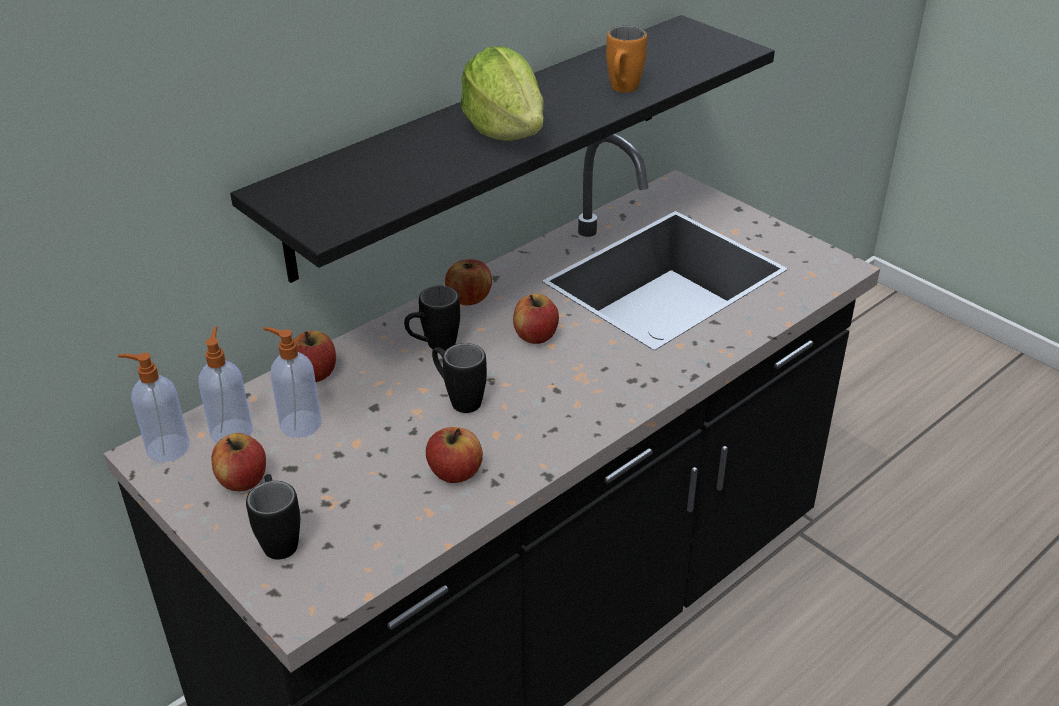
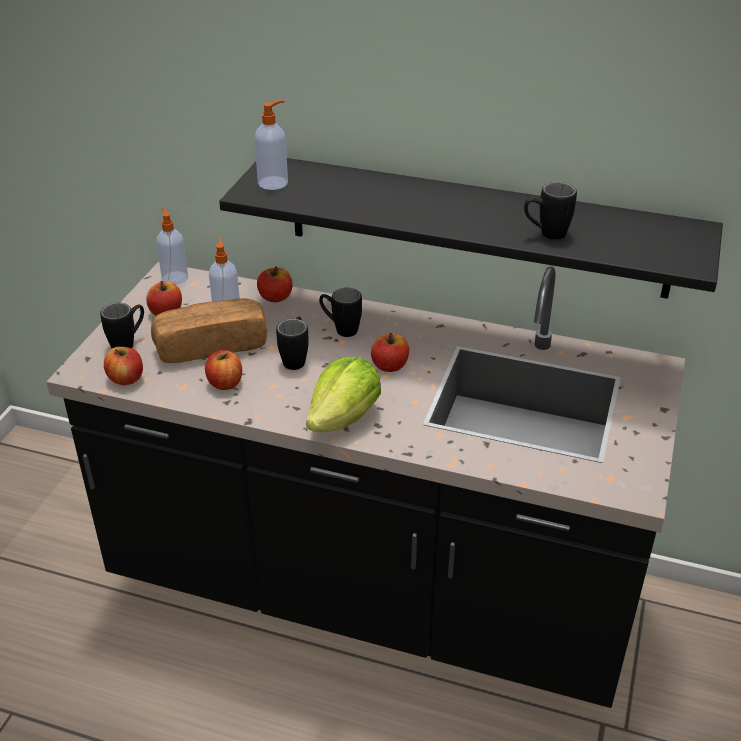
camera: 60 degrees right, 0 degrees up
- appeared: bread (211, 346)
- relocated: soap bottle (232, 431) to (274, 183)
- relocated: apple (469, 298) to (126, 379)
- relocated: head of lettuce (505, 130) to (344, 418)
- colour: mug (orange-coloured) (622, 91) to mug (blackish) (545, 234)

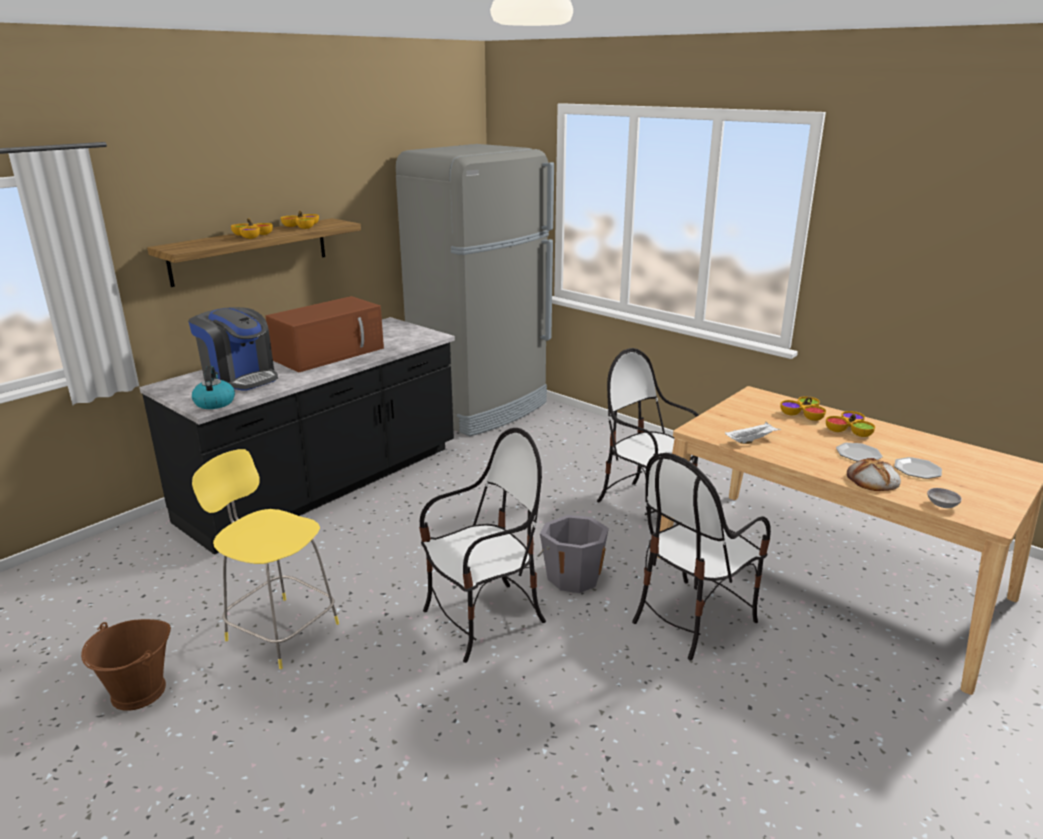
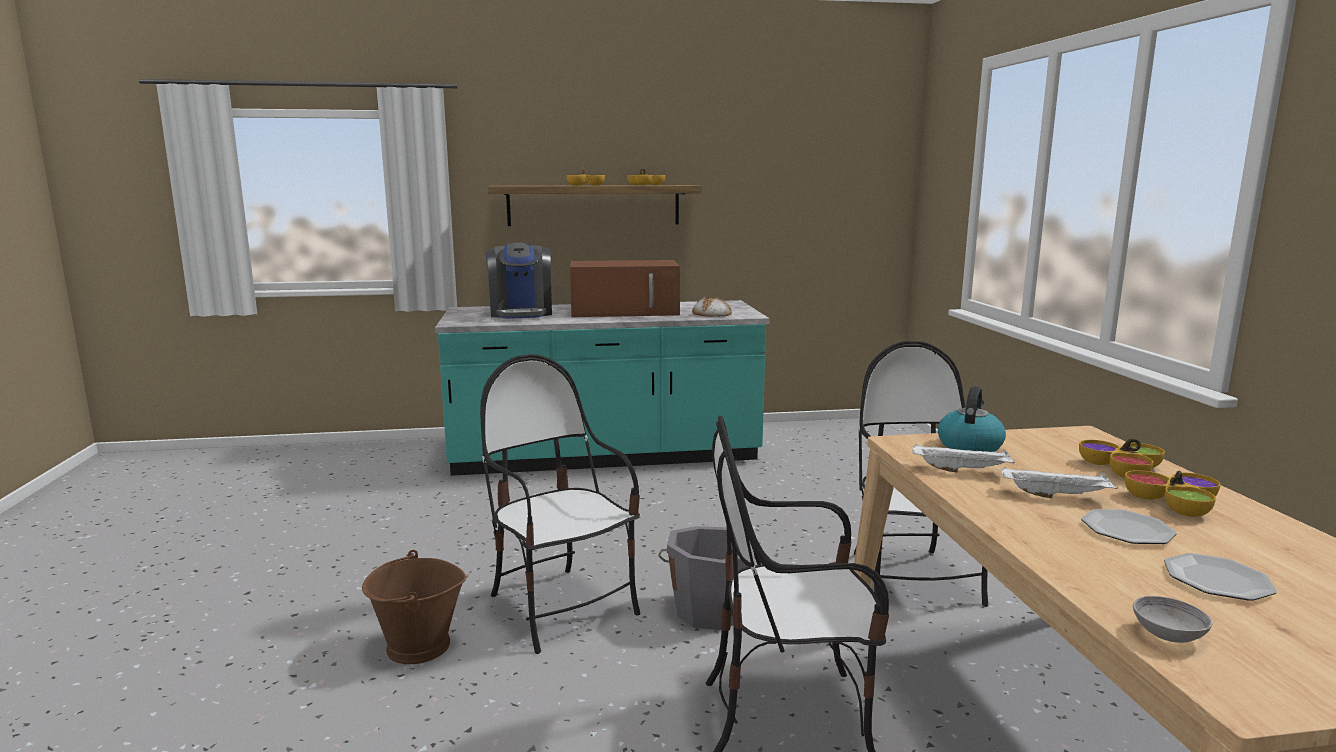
camera: 40 degrees right, 10 degrees down
- missing: stool (yellow-coloured) (280, 630)
- missing: fridge (gray) (482, 408)
- appeared: carrying tray (white) (1056, 495)
- relocated: water bucket (brownish) (138, 692) to (418, 647)
- relocated: tea kettle (214, 402) to (969, 445)
- relocated: bread (872, 480) to (711, 314)
- colour: kitchen base unit (blackish) (325, 485) to kitchen base unit (blue-green) (605, 455)
- spun: chair (484, 620) = (561, 607) 135 degrees counterclockwise

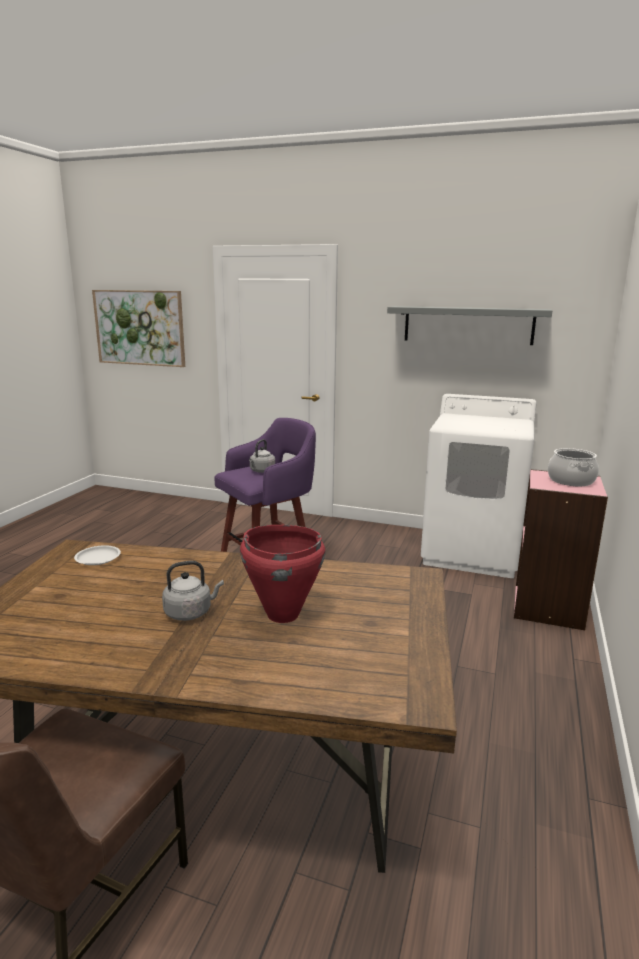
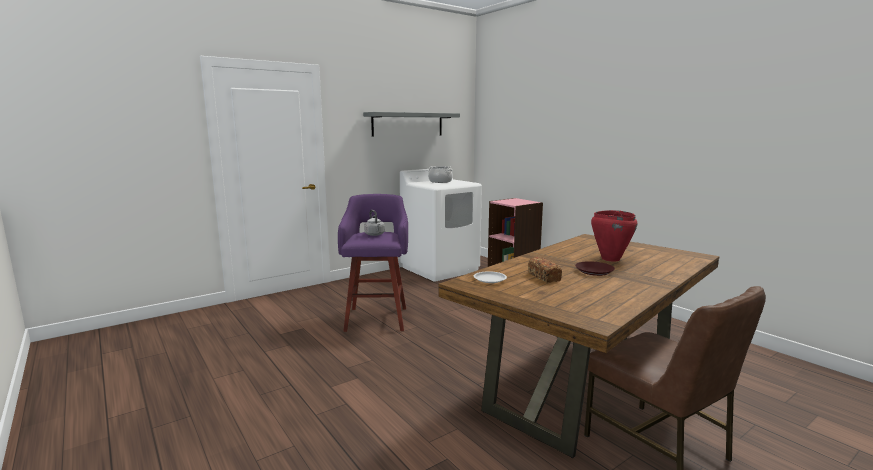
camera: 55 degrees left, 5 degrees down
- missing: picture (140, 328)
- appeared: bread (544, 277)
- relocated: saucepot (570, 480) to (440, 181)
- exchanged: tea kettle (gray) (190, 612) to plate (brownish) (594, 271)

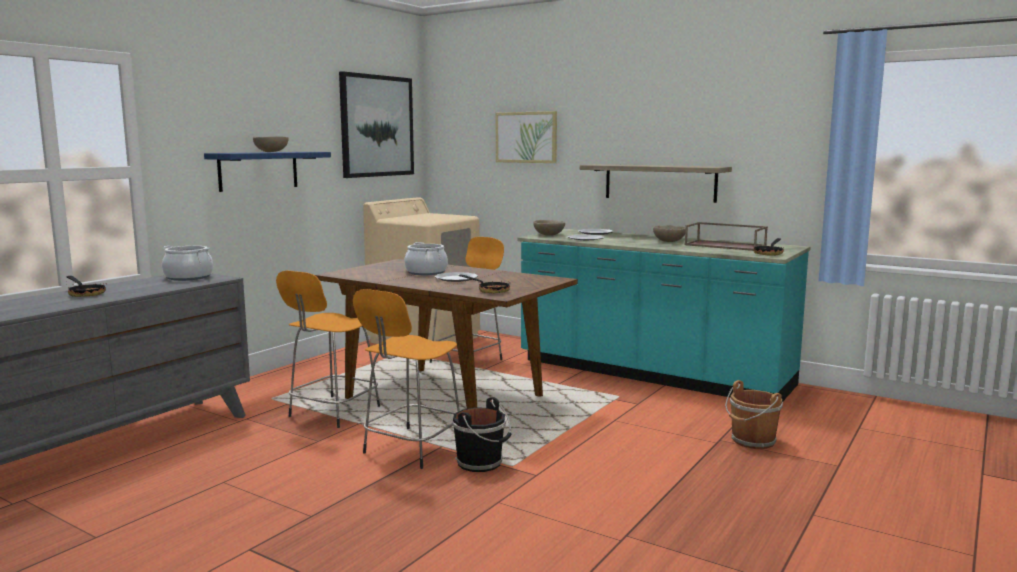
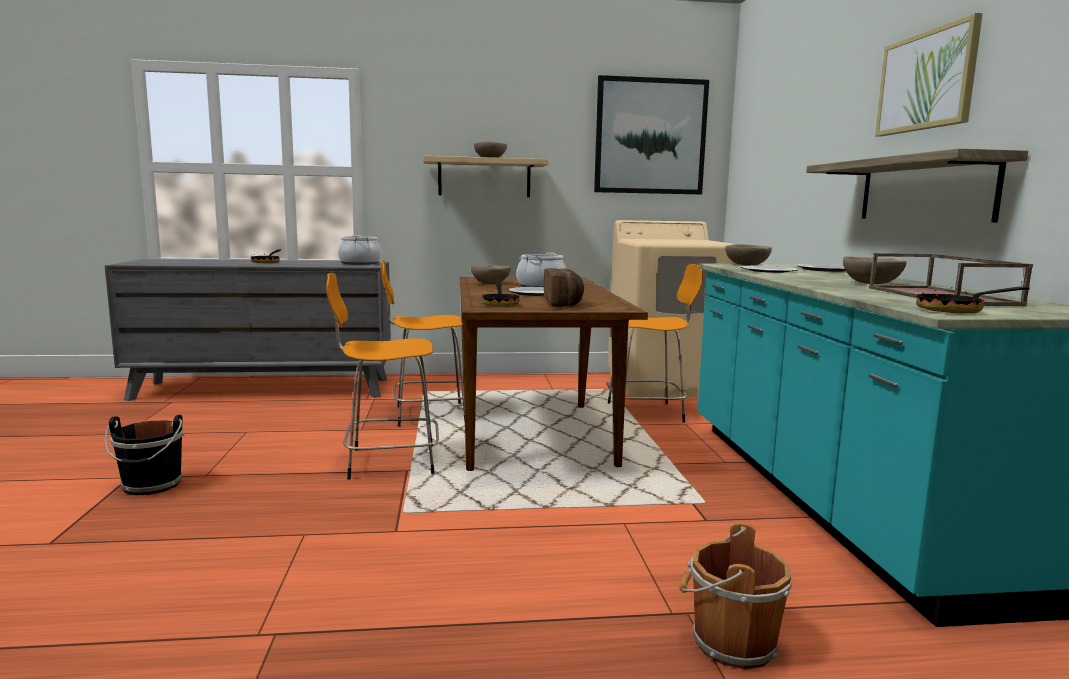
camera: 50 degrees right, 0 degrees up
- appeared: serving bowl (beige-coloured) (491, 284)
- appeared: bread (564, 303)
- relocated: water bucket (blackish) (481, 463) to (151, 485)
- relocated: picture (526, 137) to (926, 81)
- colour: wall shelf (blue-coloured) (258, 170) to wall shelf (beige-coloured) (484, 178)

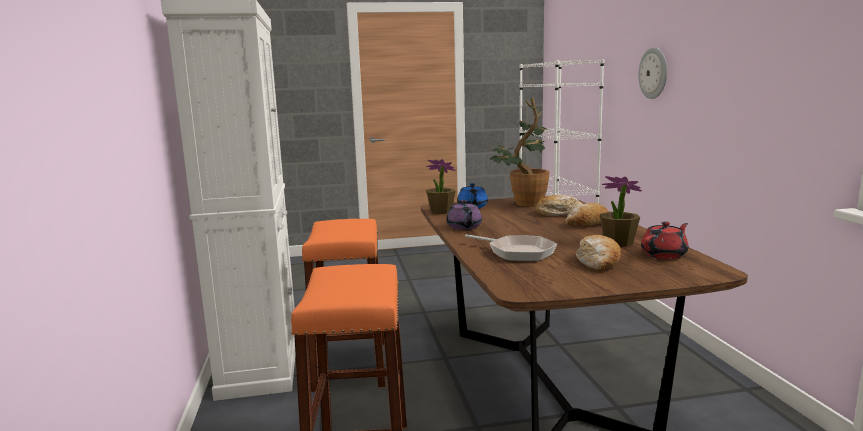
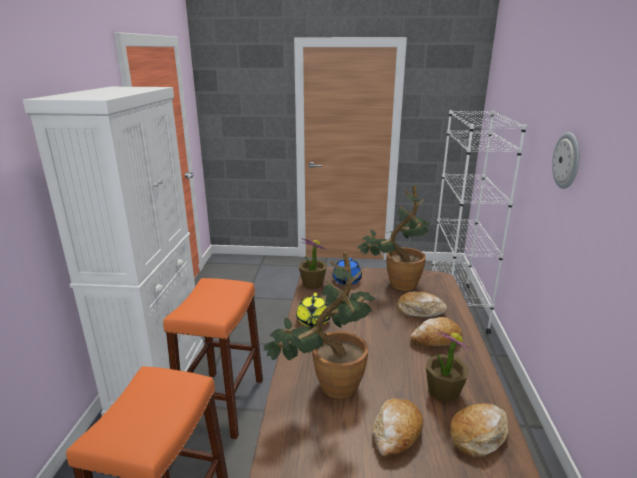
camera: 15 degrees right, 10 degrees up
- exchanged: pan (517, 252) to potted plant (329, 387)
- exchanged: pot for tea (red-coloured) (664, 255) to bread (478, 435)
- colour: pot for tea (purple) (464, 227) to pot for tea (yellow-coloured) (313, 321)

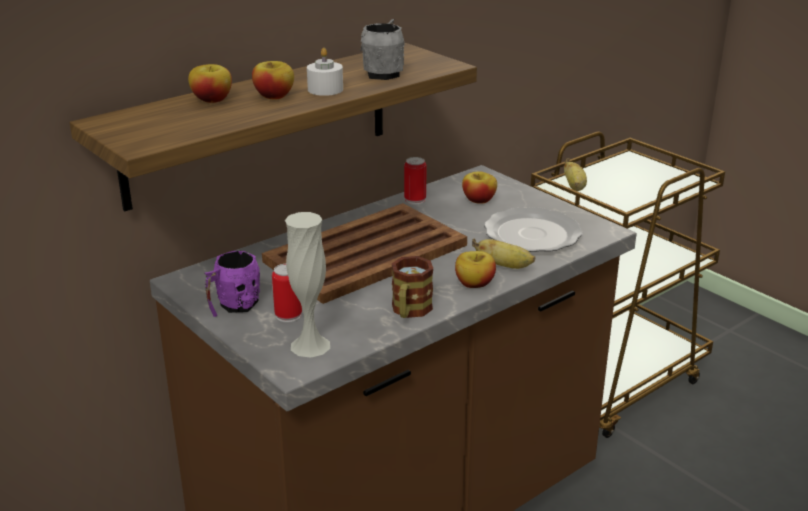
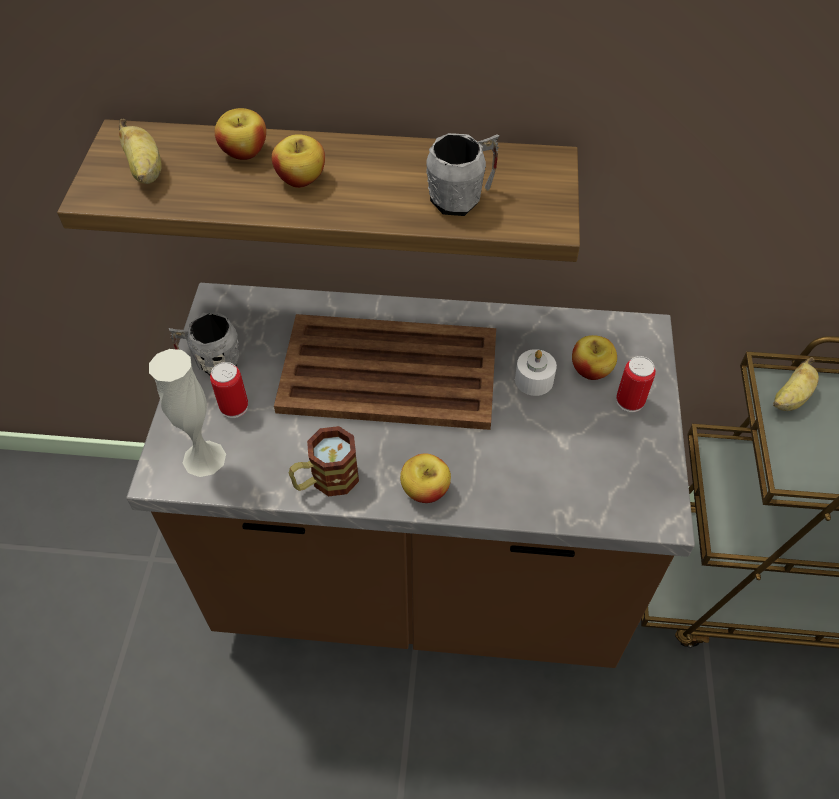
camera: 45 degrees right, 25 degrees up
- missing: plate (531, 234)
- relocated: wax light (white) (325, 89) to (534, 380)
- relocated: sealed can (415, 200) to (630, 401)
- relocated: banana fruit (504, 266) to (145, 171)
- colour: mug (purple) (233, 306) to mug (gray) (212, 363)

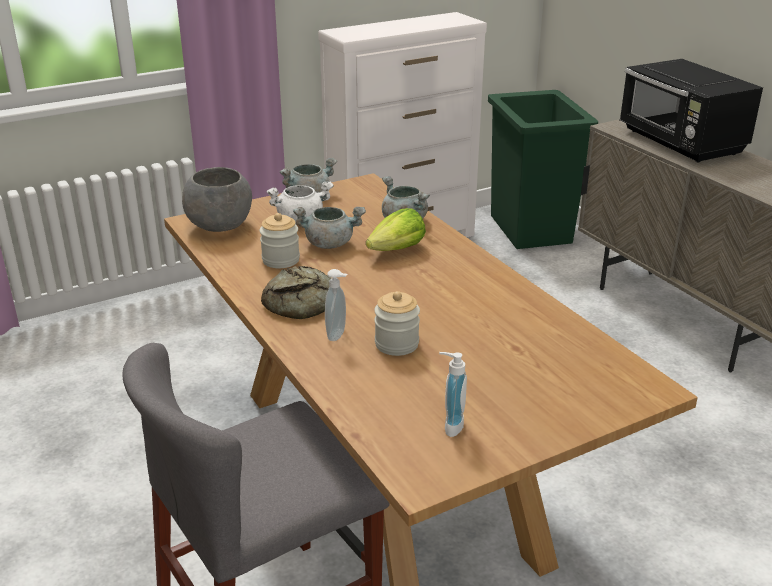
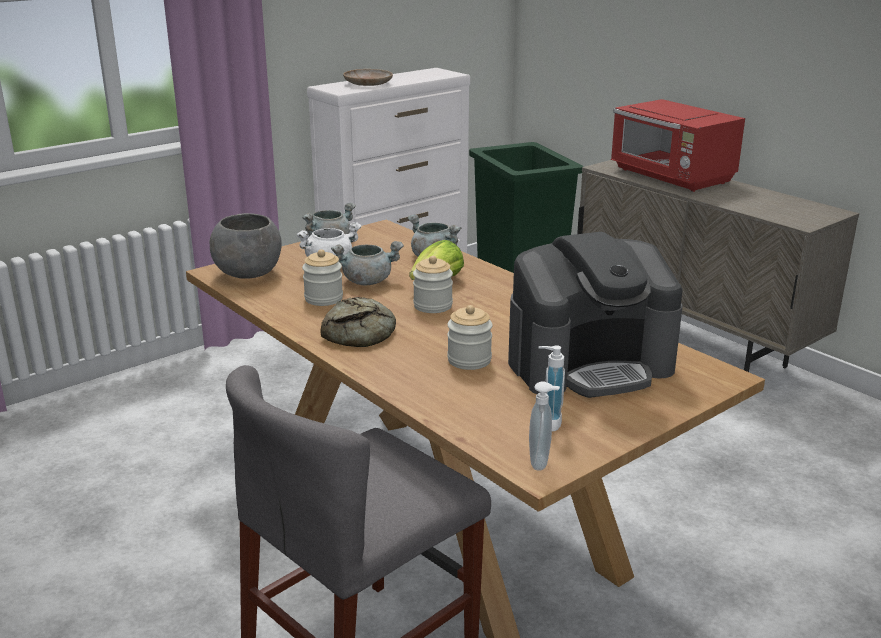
camera: 10 degrees left, 5 degrees down
- appeared: plate (beige-coloured) (368, 83)
- appeared: jar (433, 306)
- appeared: coffee maker (590, 364)
- relocated: soap bottle (338, 335) to (541, 462)
- colour: microwave (blackish) (681, 143) to microwave (red-coloured) (672, 177)

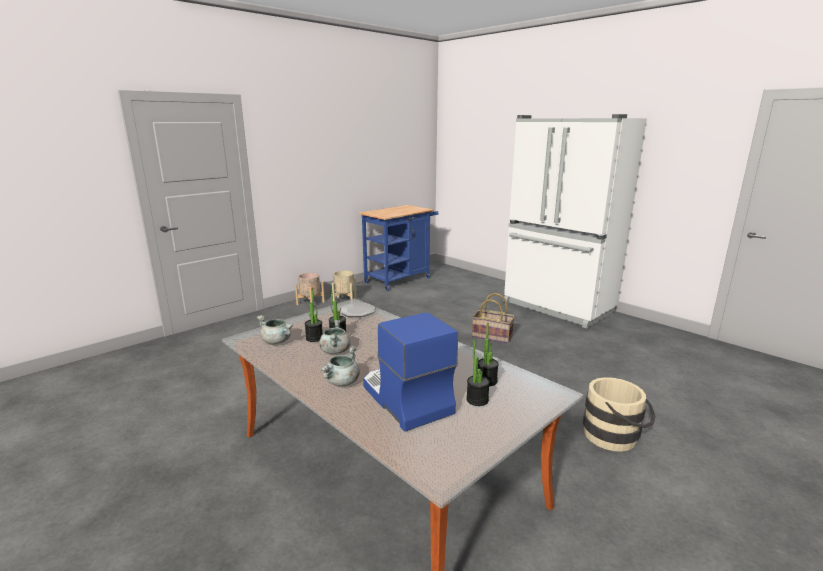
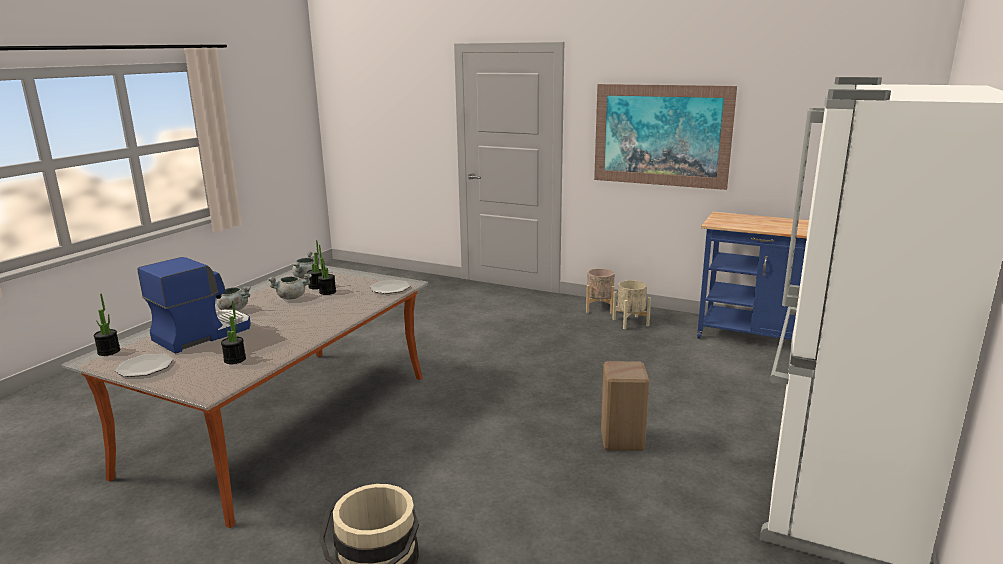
camera: 70 degrees right, 0 degrees up
- appeared: plate (144, 367)
- appeared: picture (661, 135)
- relocated: potted plant (477, 400) to (109, 351)
- exchanged: basket (492, 336) to stool (beige-coloured) (623, 441)

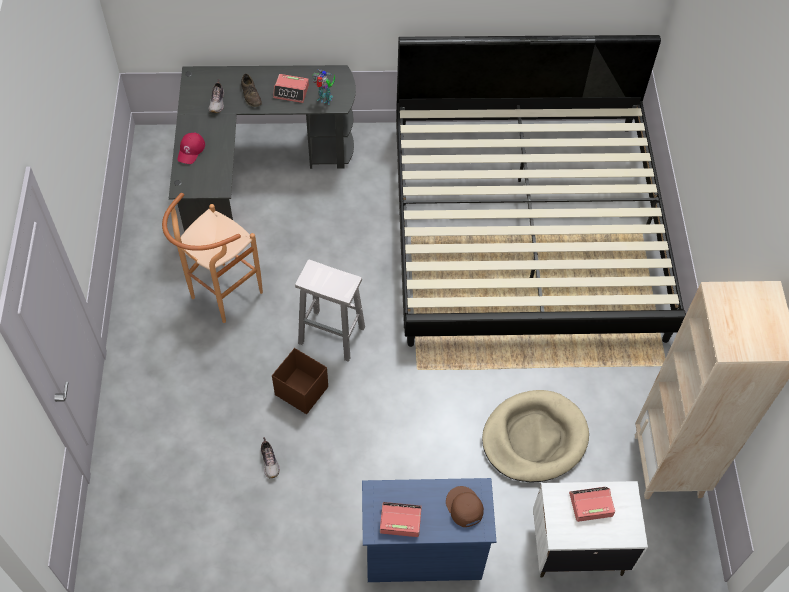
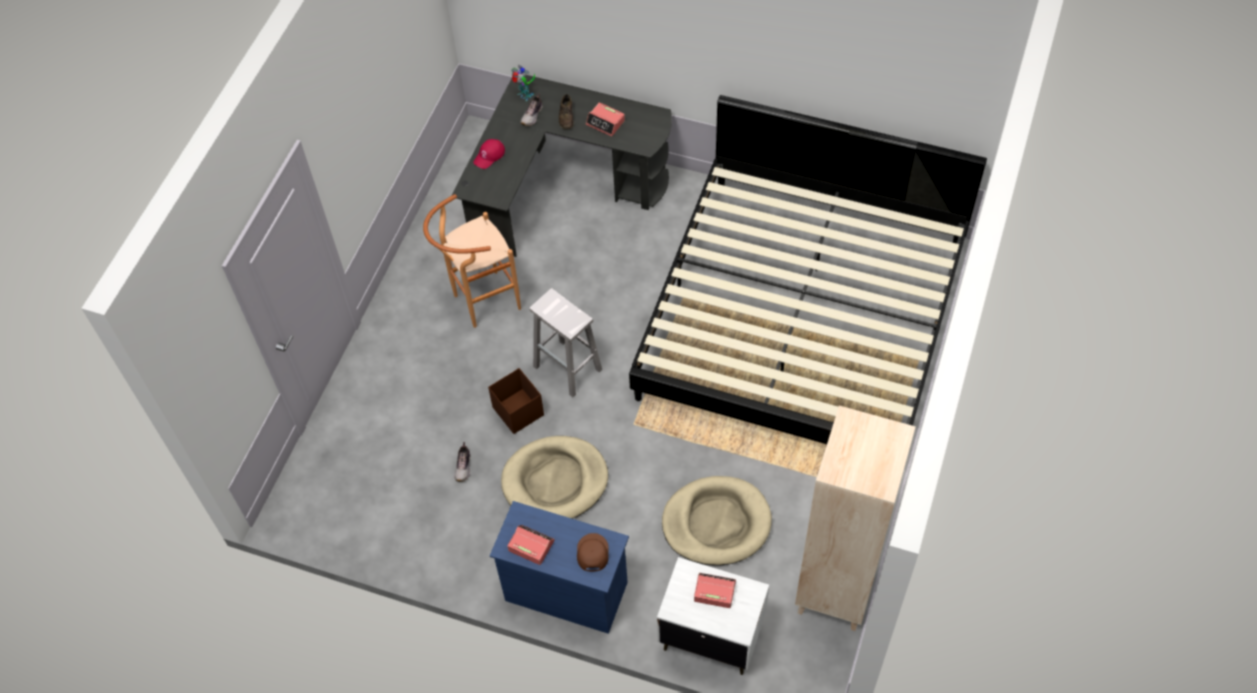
camera: 25 degrees right, 0 degrees up
- appeared: dog bed (beige-coloured) (555, 481)
- relocated: toy robot (325, 100) to (525, 96)

